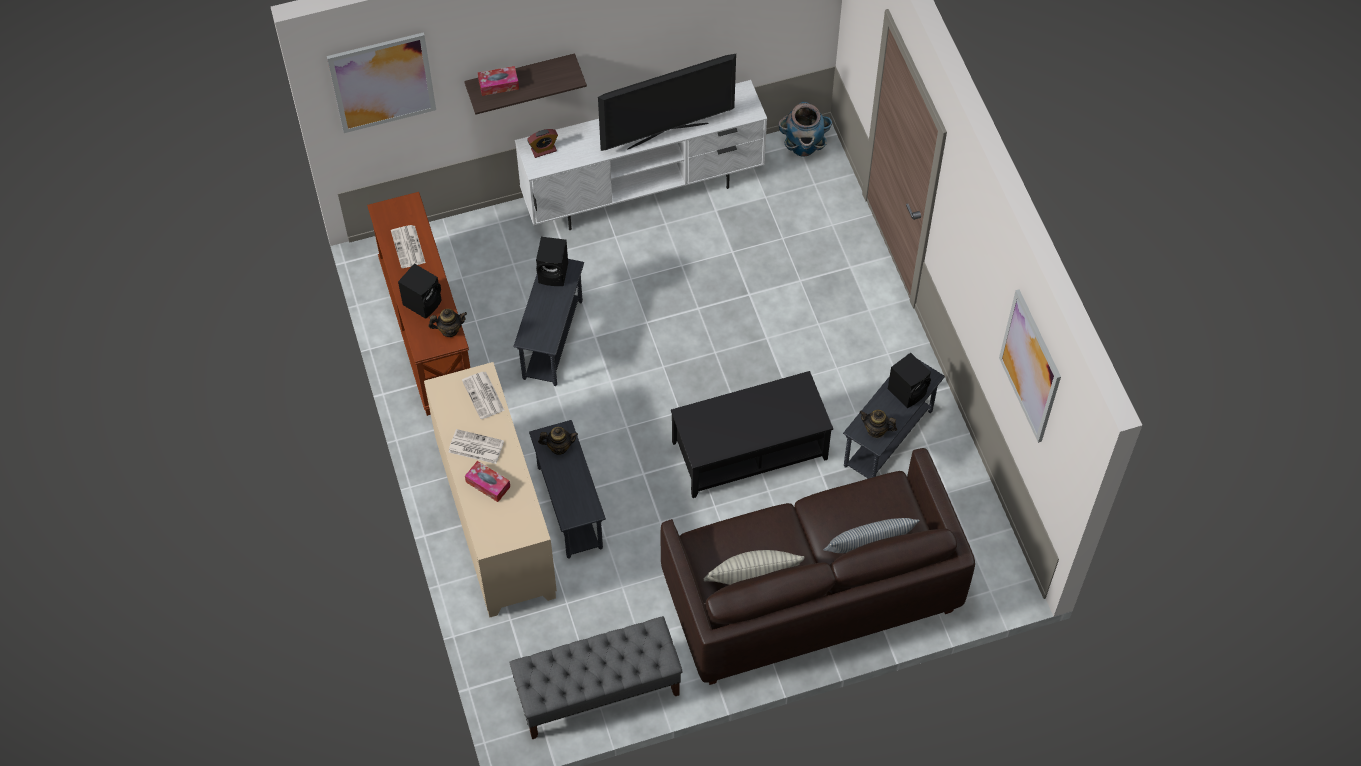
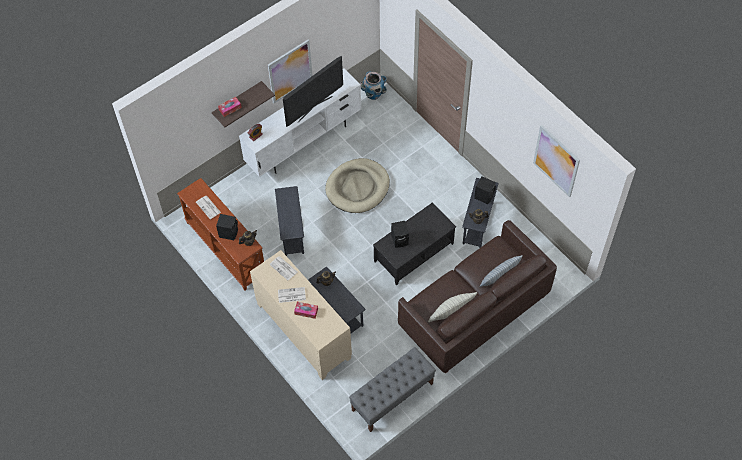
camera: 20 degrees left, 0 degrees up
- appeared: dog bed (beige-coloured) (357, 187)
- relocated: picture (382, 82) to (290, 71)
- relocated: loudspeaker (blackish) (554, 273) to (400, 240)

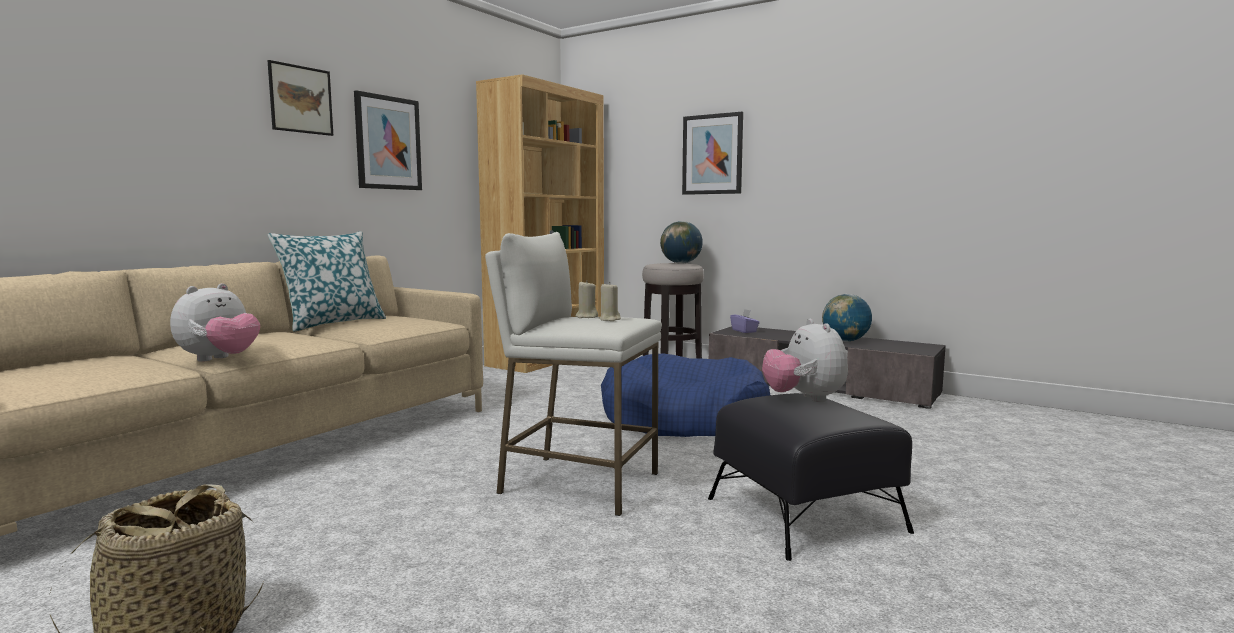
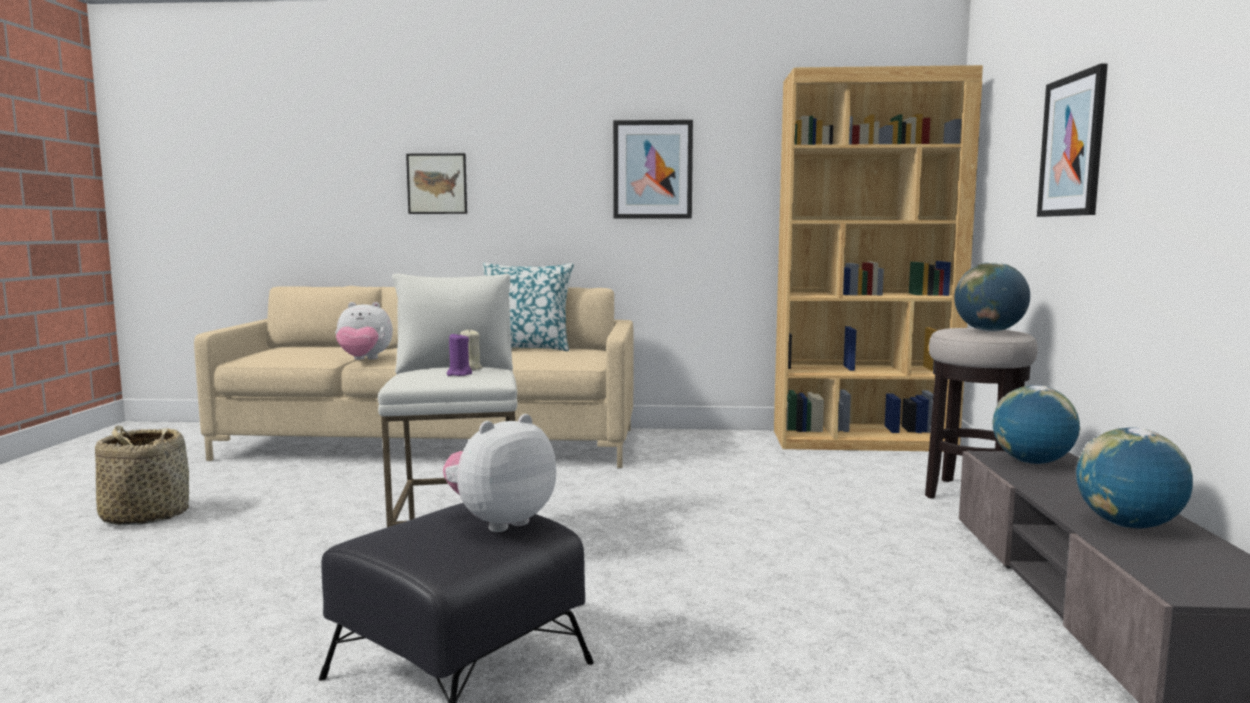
camera: 60 degrees right, 0 degrees up
- missing: dog bed (blue-coloured) (683, 419)
- relocated: picture (301, 99) to (437, 183)
- exchanged: tissue box (purple) (744, 331) to world globe (1032, 462)
- colour: wax light (beige-coloured) (609, 319) to wax light (purple) (459, 374)

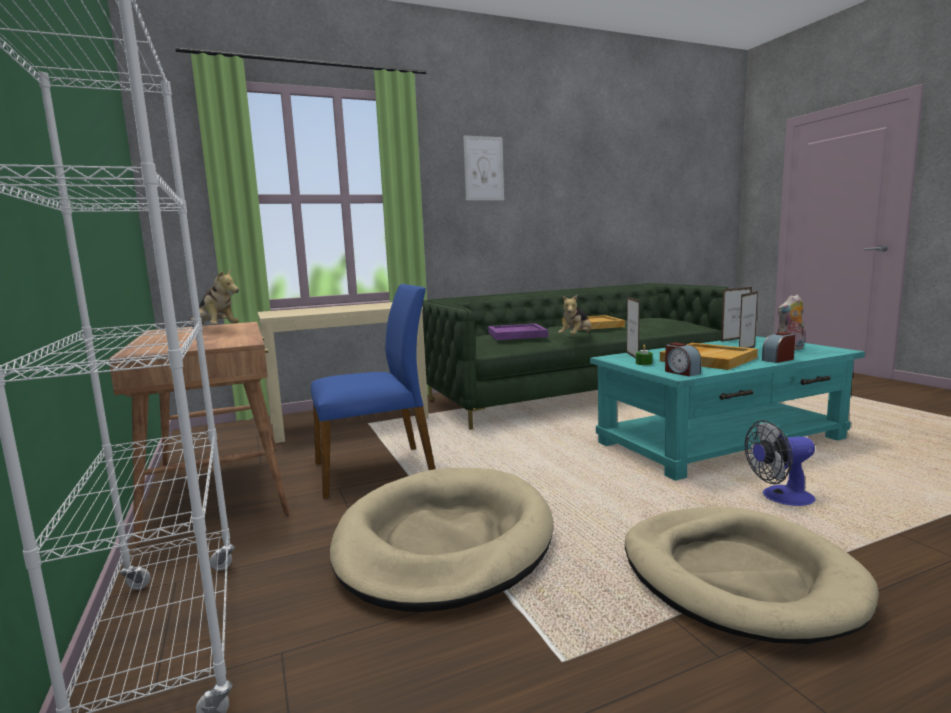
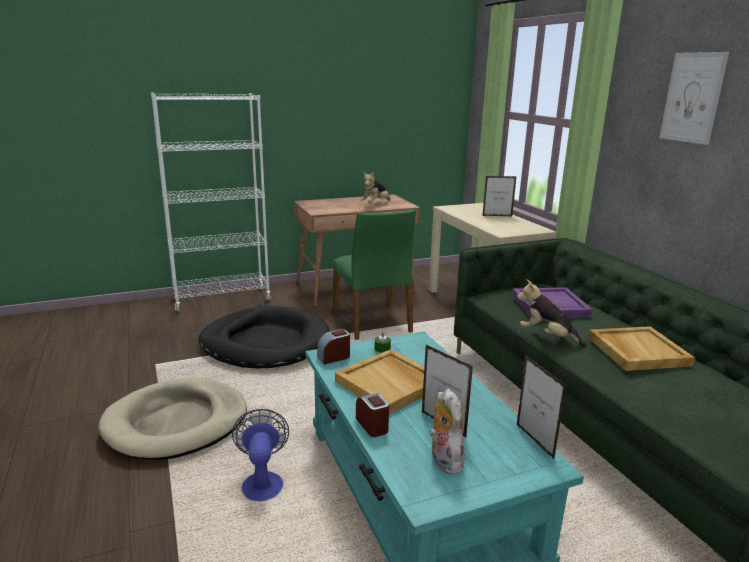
camera: 90 degrees right, 10 degrees up
- relocated: standing frame (632, 356) to (497, 216)
- colour: chair (blue-coloured) (375, 469) to chair (green-coloured) (372, 322)
- colour: dog bed (beige-coloured) (444, 542) to dog bed (blackish) (265, 343)

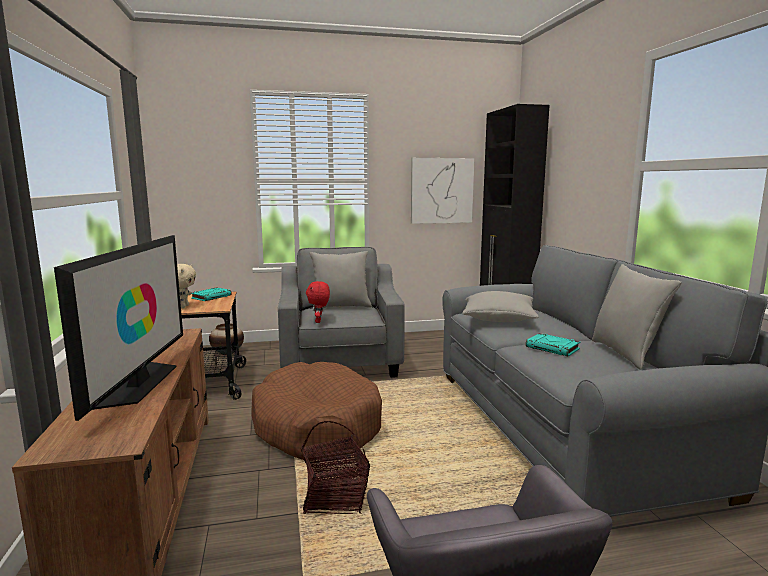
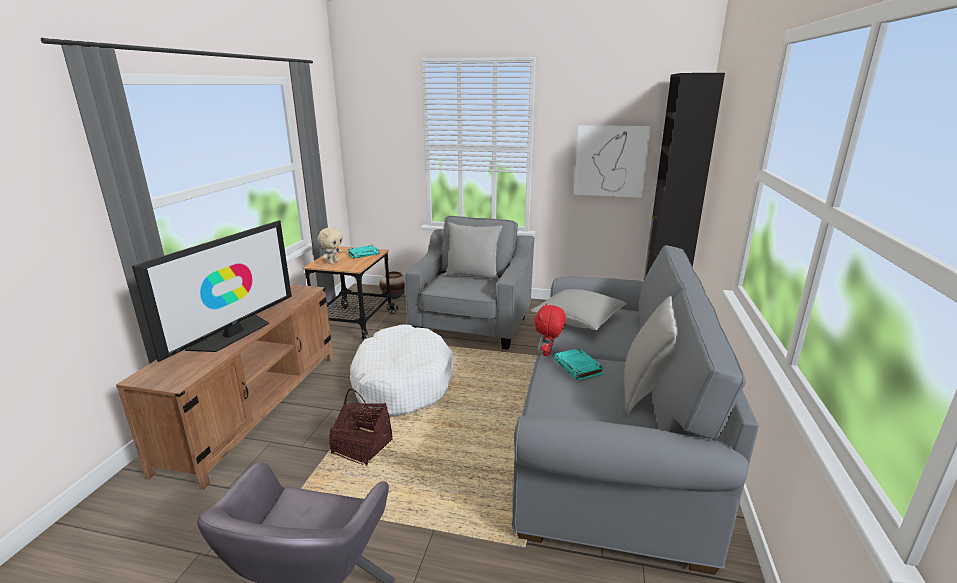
camera: 25 degrees right, 10 degrees up
- relocated: plush toy (red-coloured) (319, 321) to (548, 353)
- colour: dog bed (brownish) (316, 426) to dog bed (white) (401, 382)

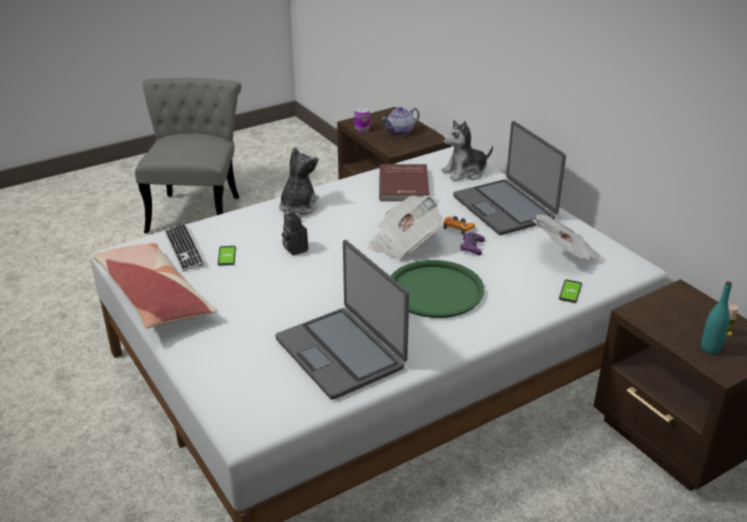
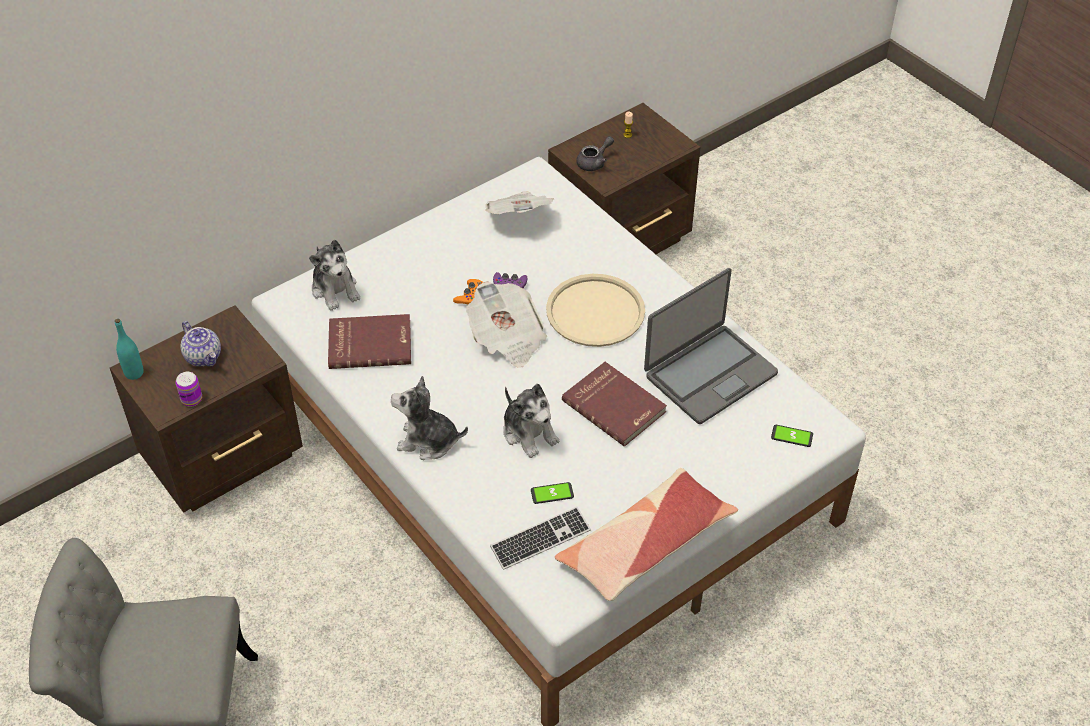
camera: 95 degrees left, 15 degrees up
- missing: portable computer (505, 208)
- appeared: book (red-coloured) (615, 405)
- appeared: pot for tea (gray) (594, 162)
- relocated: phone (570, 292) to (792, 436)
- relocated: beverage bottle (blue-green) (710, 348) to (134, 373)
- exchanged: still camera (294, 249) to plush toy (529, 432)
- colour: carrying tray (green-coloured) (435, 290) to carrying tray (beige-coloured) (595, 311)

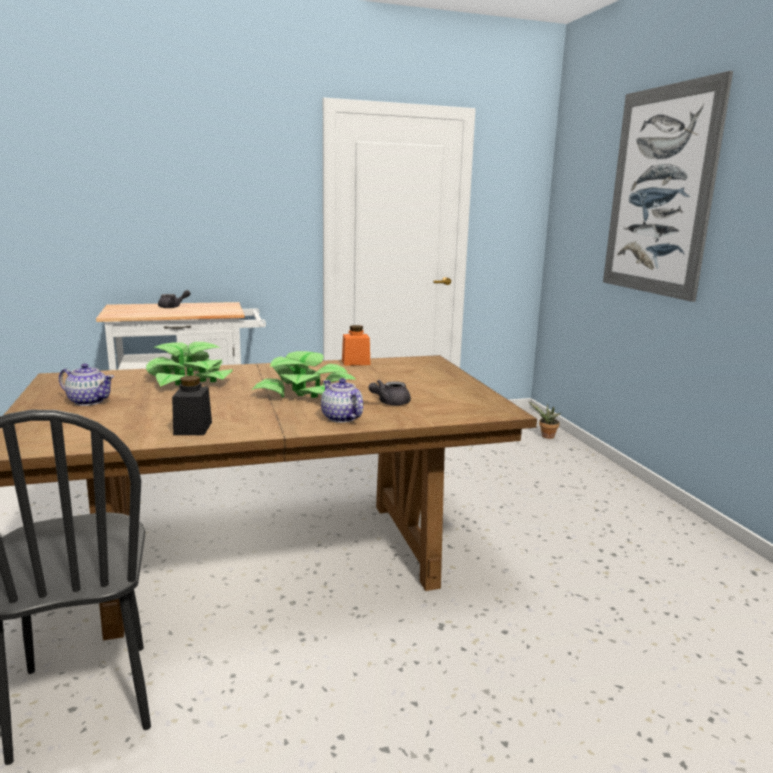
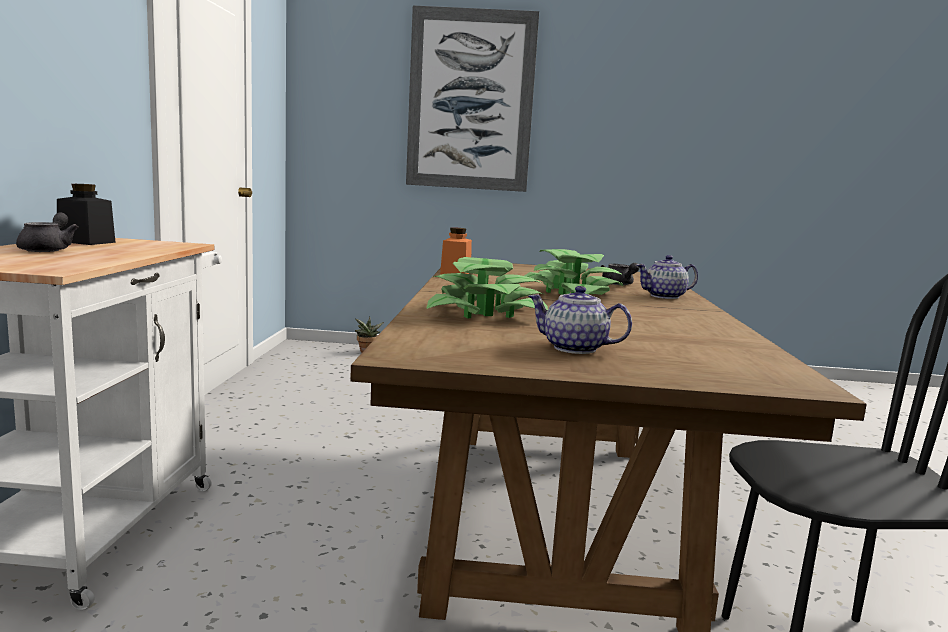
camera: 70 degrees left, 5 degrees down
- relocated: jar (blackish) (193, 428) to (86, 242)
- spun: pot for tea (88, 401) = (575, 348) 105 degrees counterclockwise

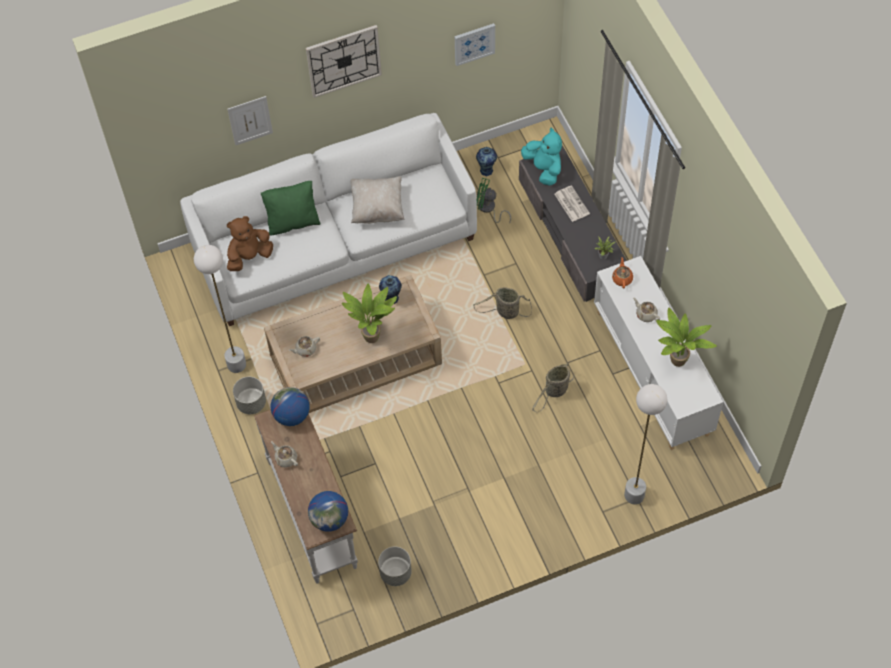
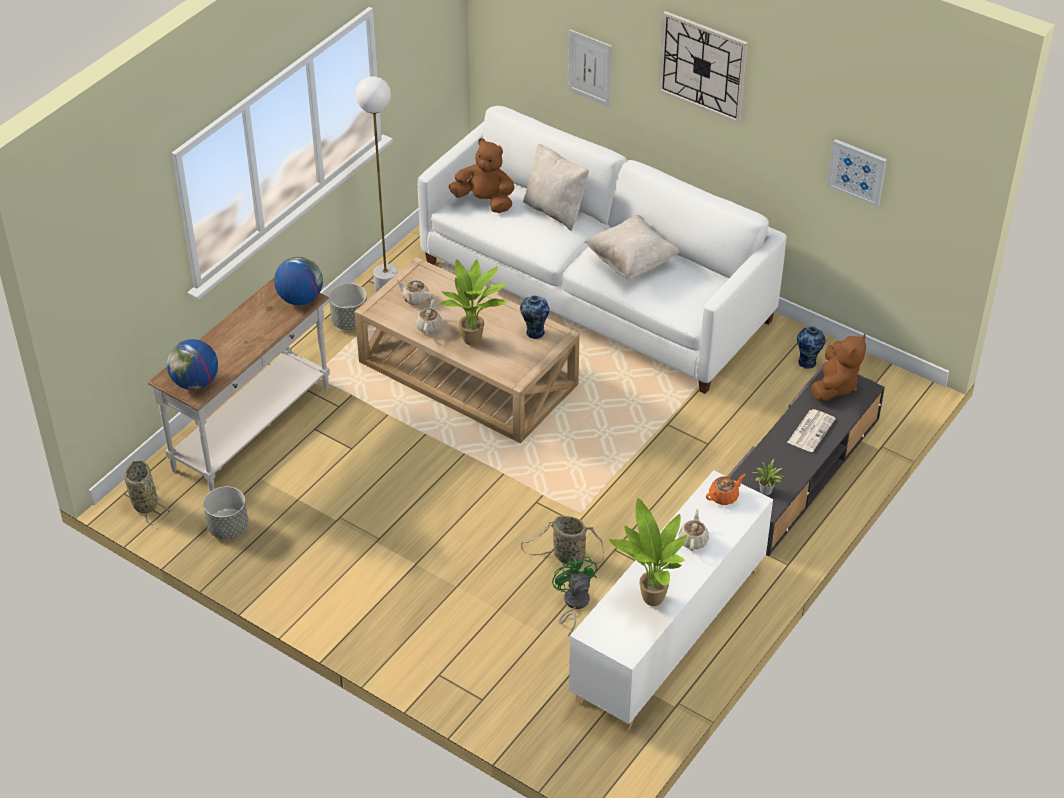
camera: 55 degrees right, 15 degrees down
- missing: standard lamp (white) (634, 495)
- relocated: pot for tea (beige-coloured) (285, 458) to (429, 326)
- relocated: basket (506, 312) to (144, 502)
- relocated: fan (green-coloured) (488, 209) to (573, 604)
- colour: throw pillow (green-coloured) (293, 222) to throw pillow (beige-coloured) (555, 210)
- colour: plush toy (blue-green) (544, 169) to plush toy (brownish) (835, 386)

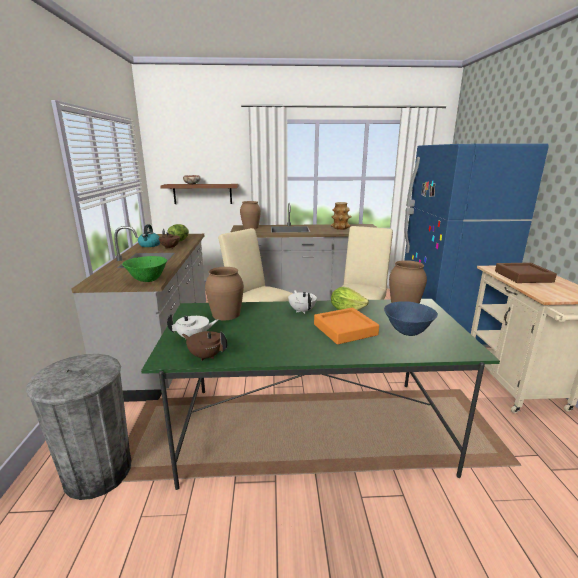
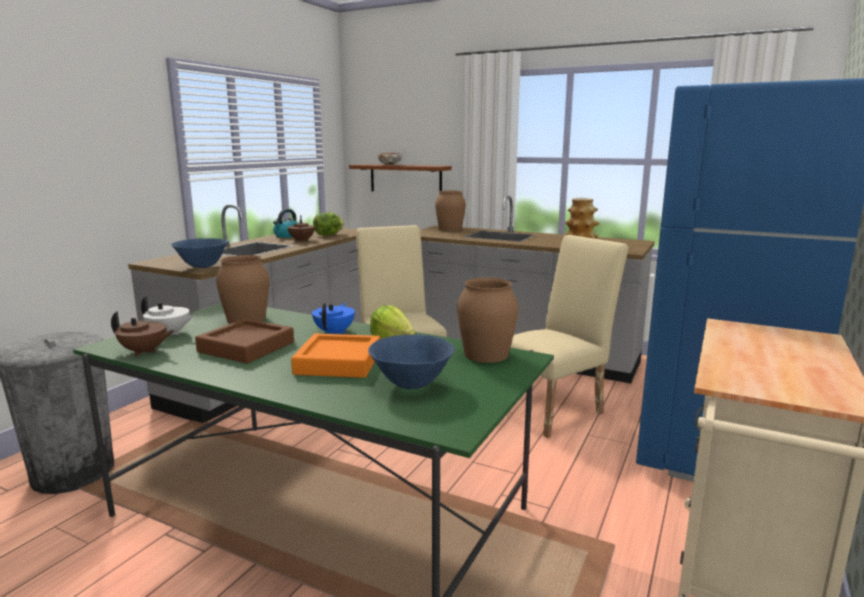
camera: 30 degrees right, 5 degrees down
- relocated: carrying tray (brownish) (523, 276) to (246, 347)
- colour: serving bowl (green-coloured) (147, 280) to serving bowl (blue-coloured) (202, 267)
- colour: pot for tea (white) (302, 311) to pot for tea (blue-coloured) (335, 332)
- spun: pot for tea (brownish) (206, 356) = (144, 352) 135 degrees clockwise

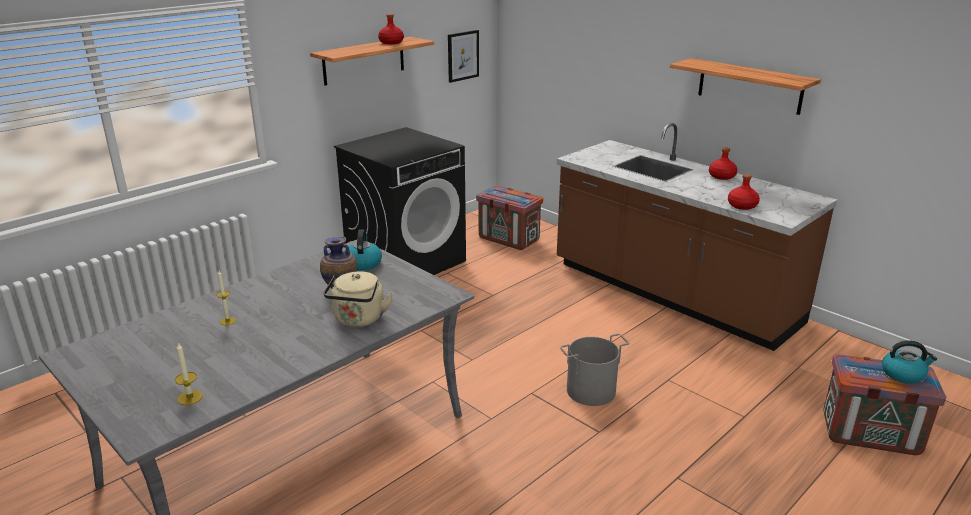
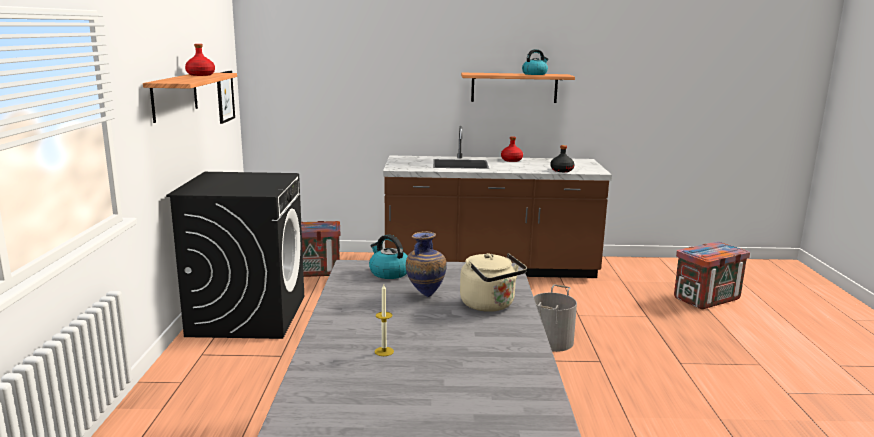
camera: 45 degrees left, 10 degrees down
- missing: wax light (190, 397)
- relocated: tea kettle (903, 374) to (534, 74)
- colour: beverage bottle (red-coloured) (742, 205) to beverage bottle (blackish) (561, 170)

